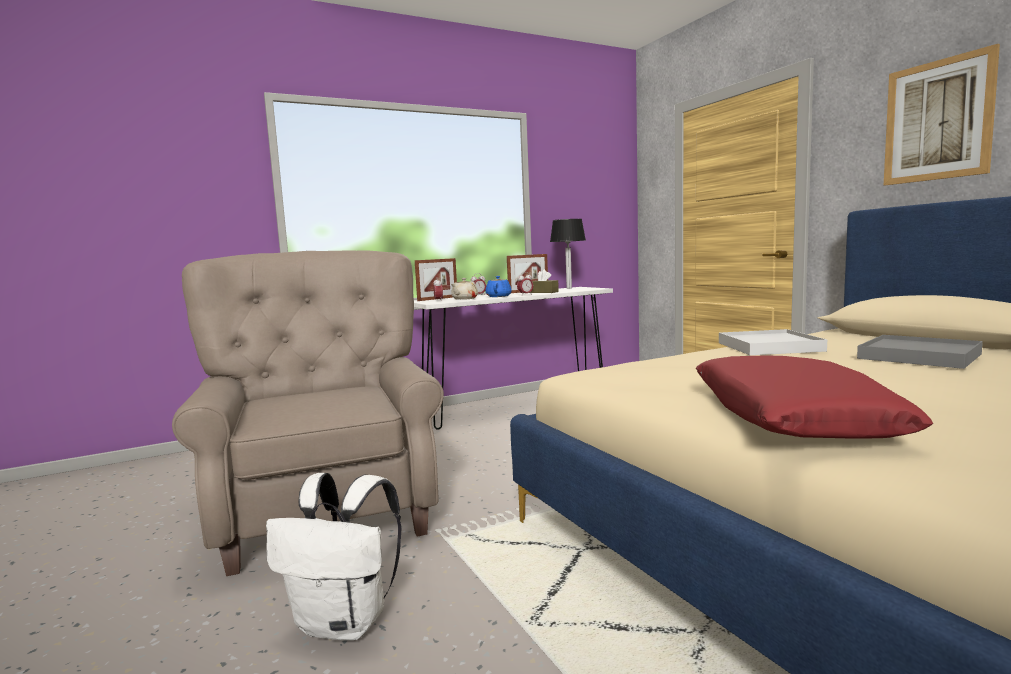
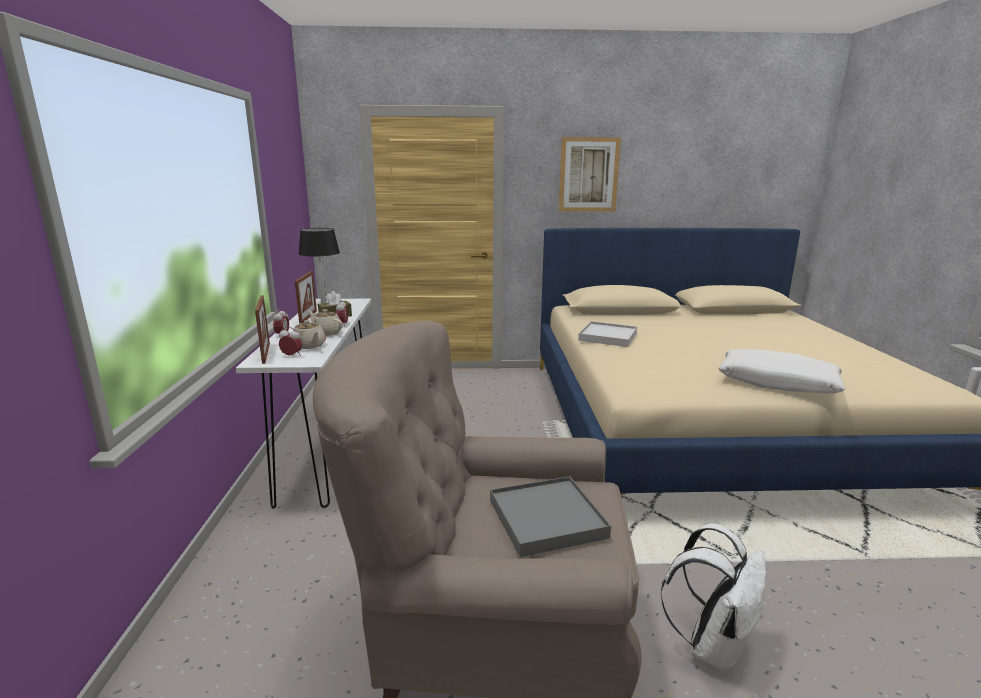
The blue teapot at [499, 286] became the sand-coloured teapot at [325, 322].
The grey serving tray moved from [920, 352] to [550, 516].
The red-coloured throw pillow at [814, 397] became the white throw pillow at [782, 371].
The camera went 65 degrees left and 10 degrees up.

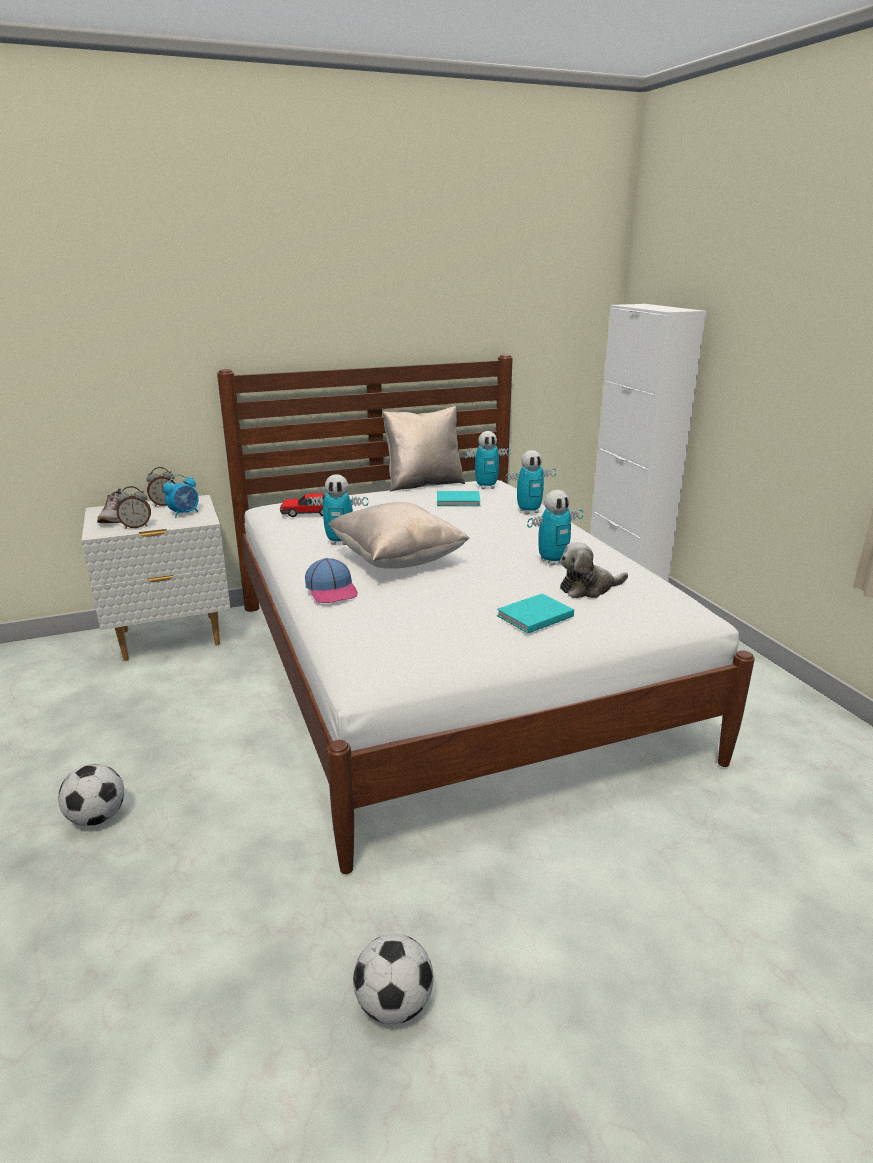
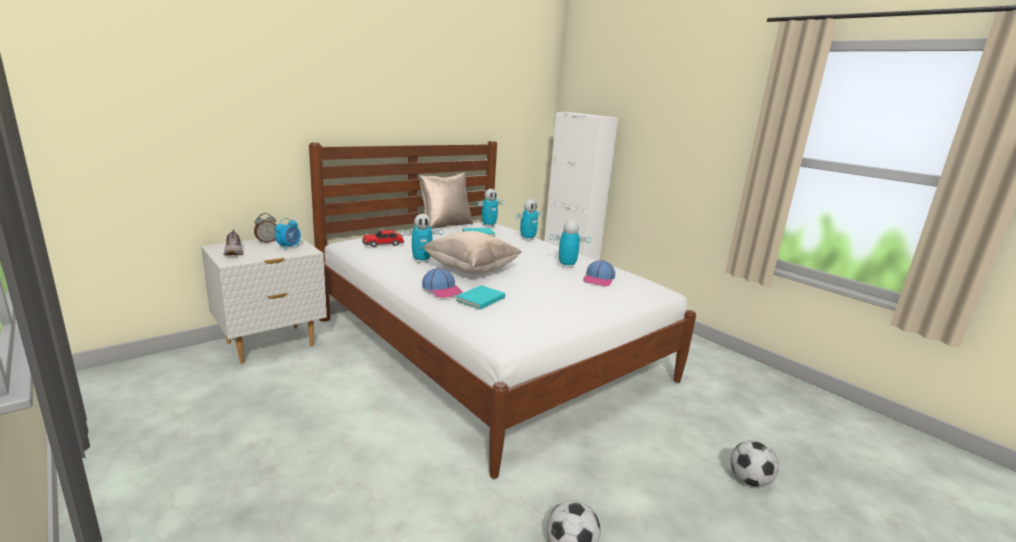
The bedside clock at [133, 507] disappeared.
The toy robot at [555, 528] turned 135 degrees counterclockwise.
The plush toy at [594, 570] was replaced by the peaked cap at [599, 273].
The turquoise bound book moved from [535, 613] to [480, 297].
The ball for football moved from [91, 795] to [755, 463].
The camera went 20 degrees left and 5 degrees down.

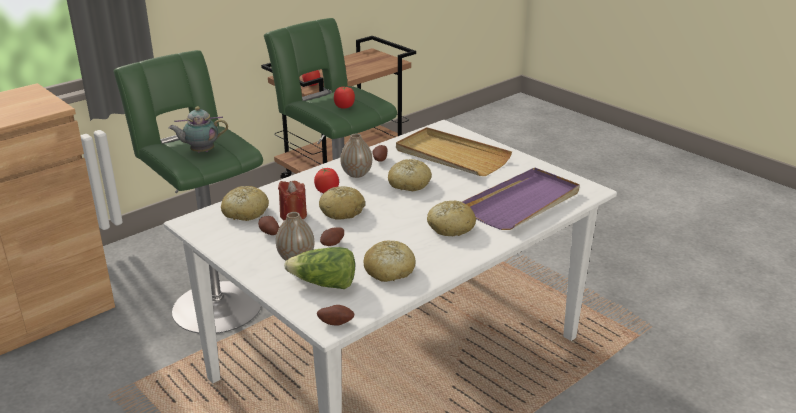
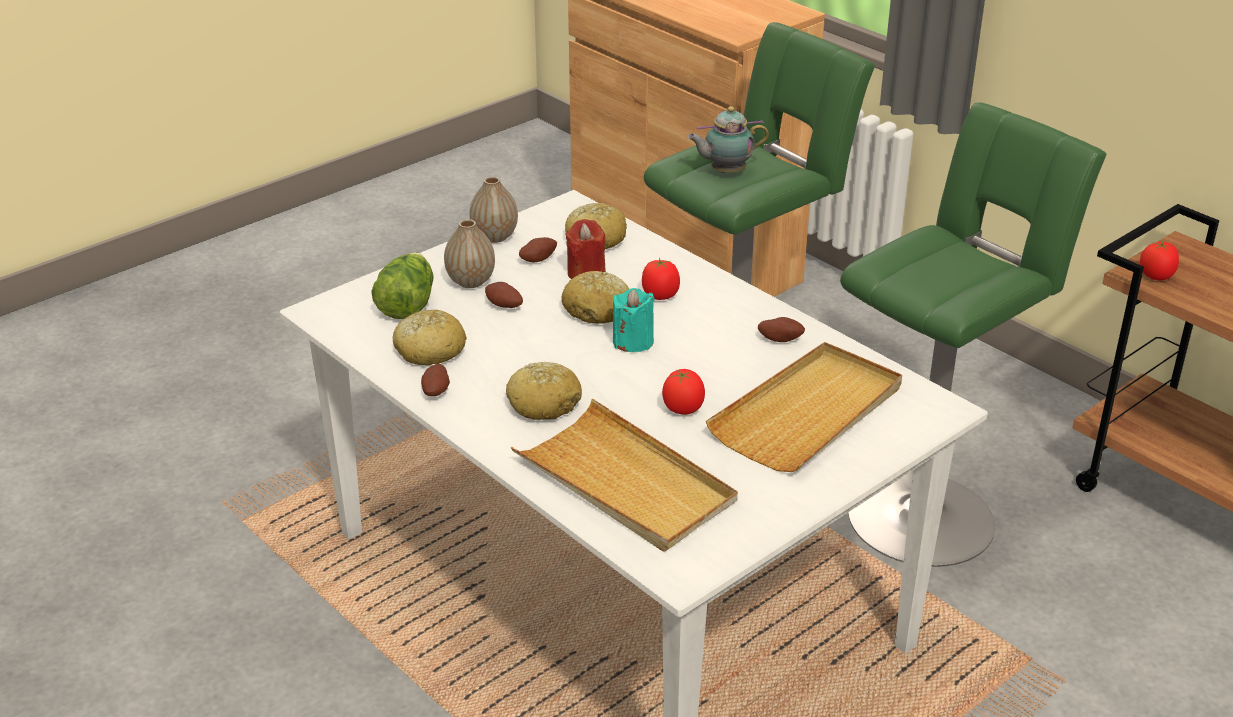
The fresh tomato moved from [344, 98] to [683, 392].
The teapot at [198, 130] turned 90 degrees counterclockwise.
The decorative vase moved from [356, 156] to [493, 209].
The bakery bread at [410, 175] disappeared.
The purple-coloured serving tray at [521, 199] became the sand-coloured serving tray at [624, 475].
The spud moved from [335, 315] to [435, 380].
The turquoise candle at [634, 320] appeared.
The camera went 90 degrees right and 5 degrees up.

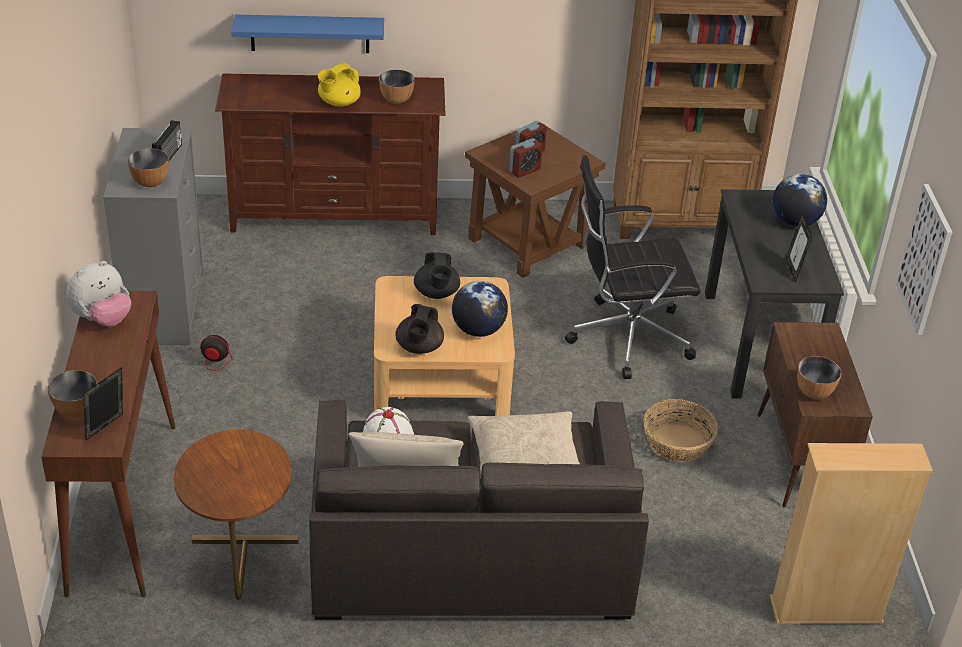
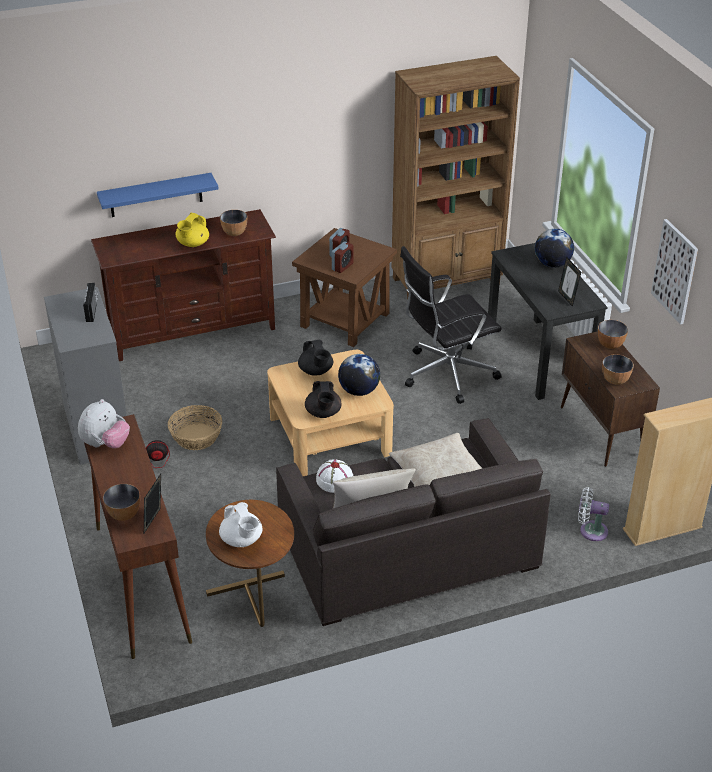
The bowl moved from [148, 167] to [613, 334].
The basket moved from [680, 430] to [195, 427].
The white electric fan at [593, 514] appeared.
The white teapot at [241, 524] appeared.
The camera went 15 degrees left and 0 degrees up.

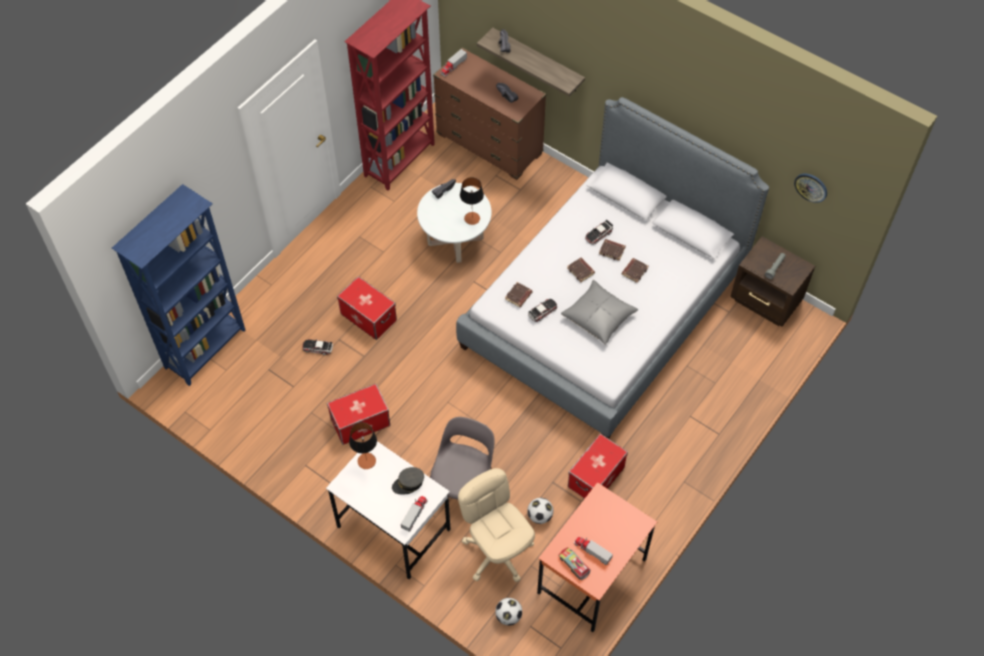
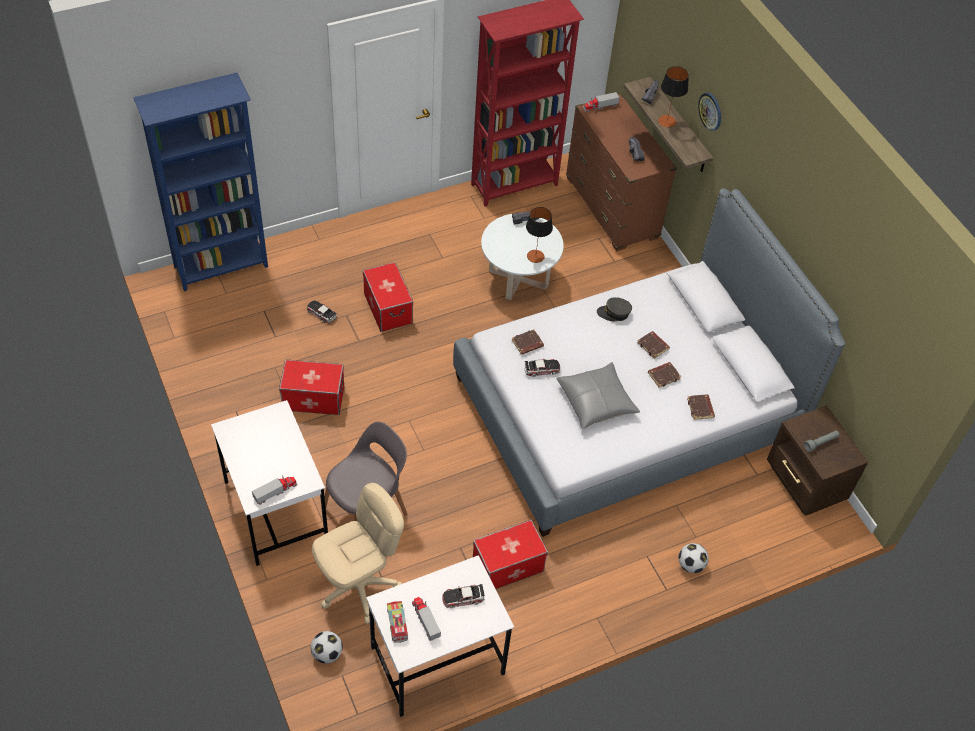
The wall clock moved from [810, 188] to [709, 112].
The miniature car moved from [599, 232] to [463, 596].
The brownish bound book moved from [581, 270] to [701, 407].
The lamp for a table moved from [363, 445] to [673, 96].
The grey peaked cap moved from [408, 480] to [614, 309].
The sand-coloured desk chair at [496, 525] turned 60 degrees clockwise.
The orange-coloured desk at [597, 557] became the white desk at [440, 636].
The ball for football moved from [540, 511] to [693, 558].
The camera went 25 degrees right and 5 degrees down.

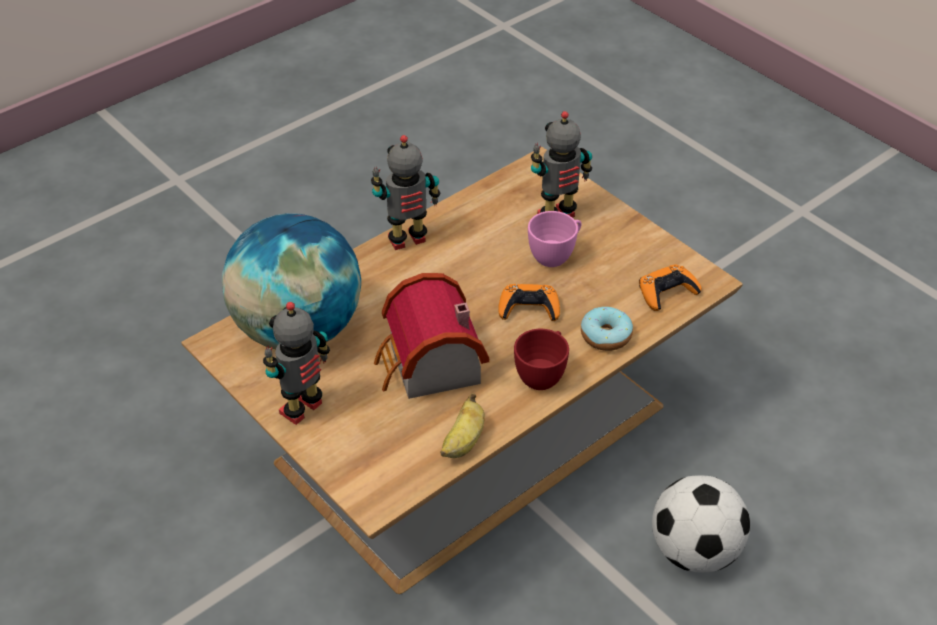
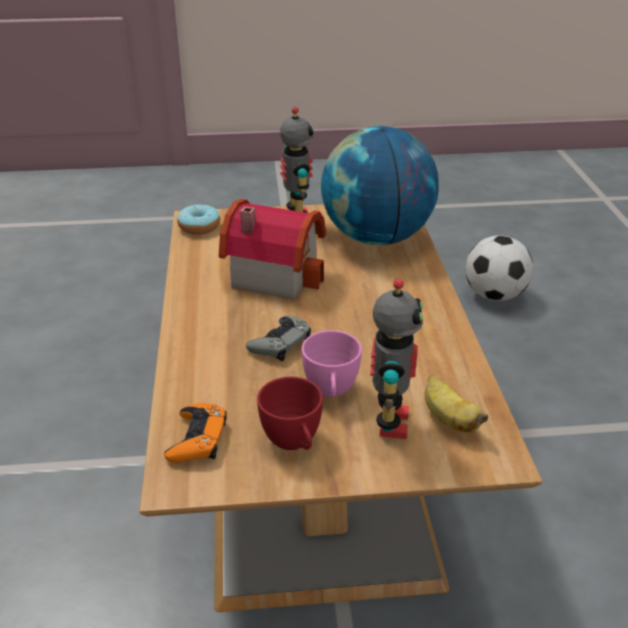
The toy robot at [405, 192] disappeared.
The orange-coloured gamepad at [529, 302] became the grey gamepad at [278, 338].
The doughnut moved from [607, 329] to [198, 220].
The red-coloured cup moved from [541, 359] to [290, 413].
The whole banana moved from [462, 425] to [456, 403].
The ball for football moved from [701, 523] to [499, 268].
The camera went 125 degrees right and 10 degrees down.

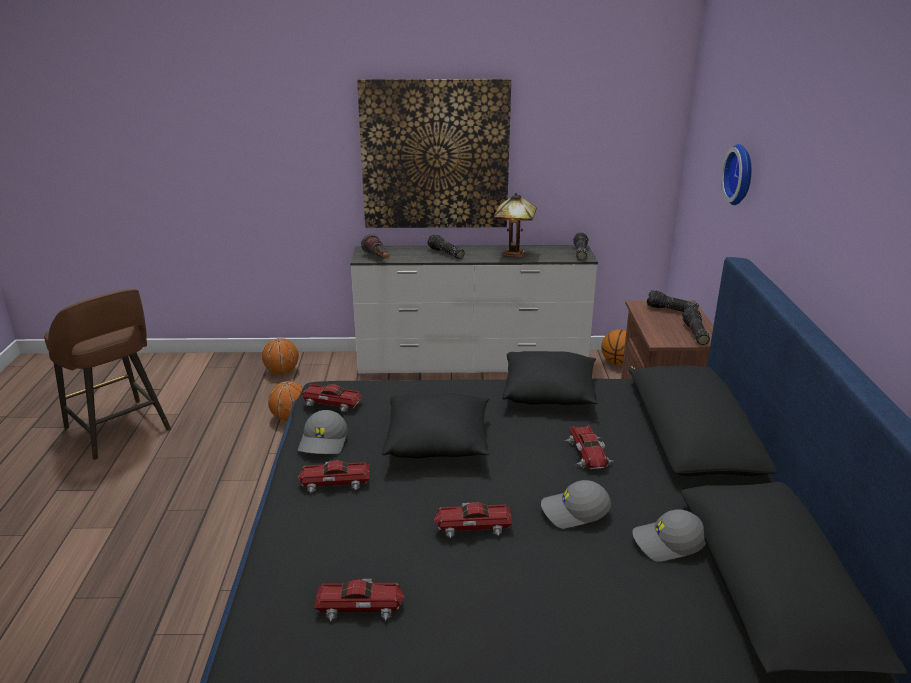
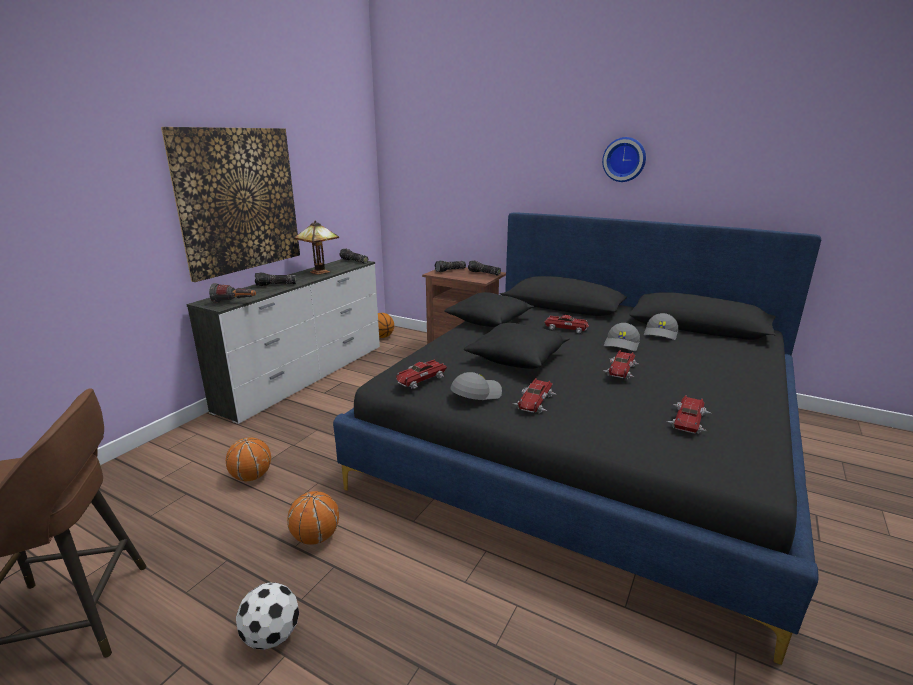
The wall clock moved from [736, 174] to [624, 159].
The ball for basketball moved from [280, 356] to [313, 518].
The grey peaked cap at [323, 432] turned 75 degrees counterclockwise.
The ball for football at [267, 616] appeared.
The camera went 60 degrees left and 5 degrees down.

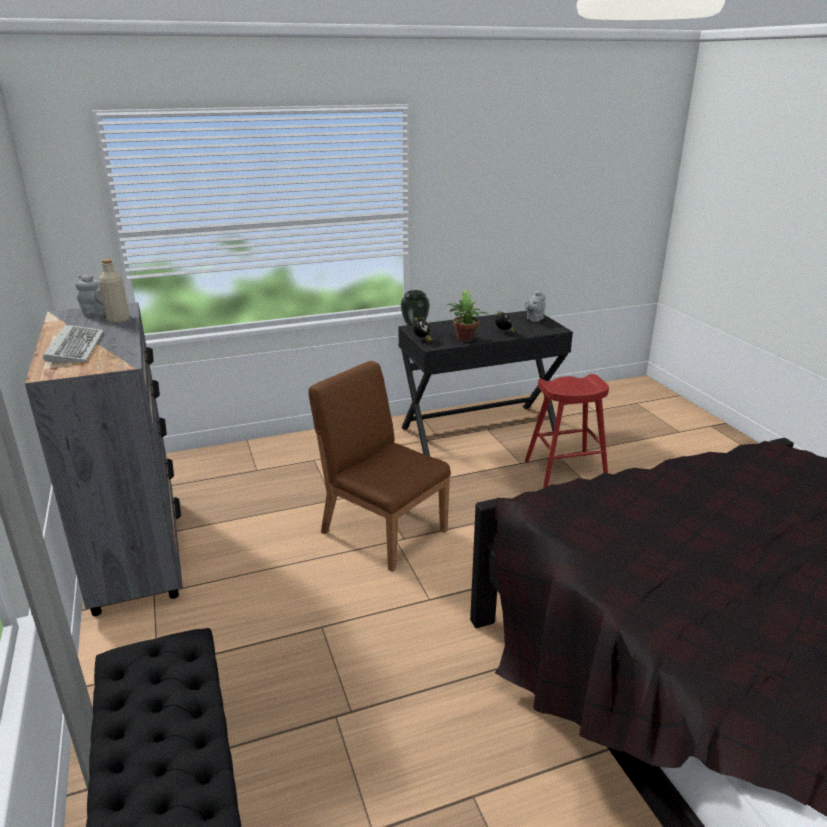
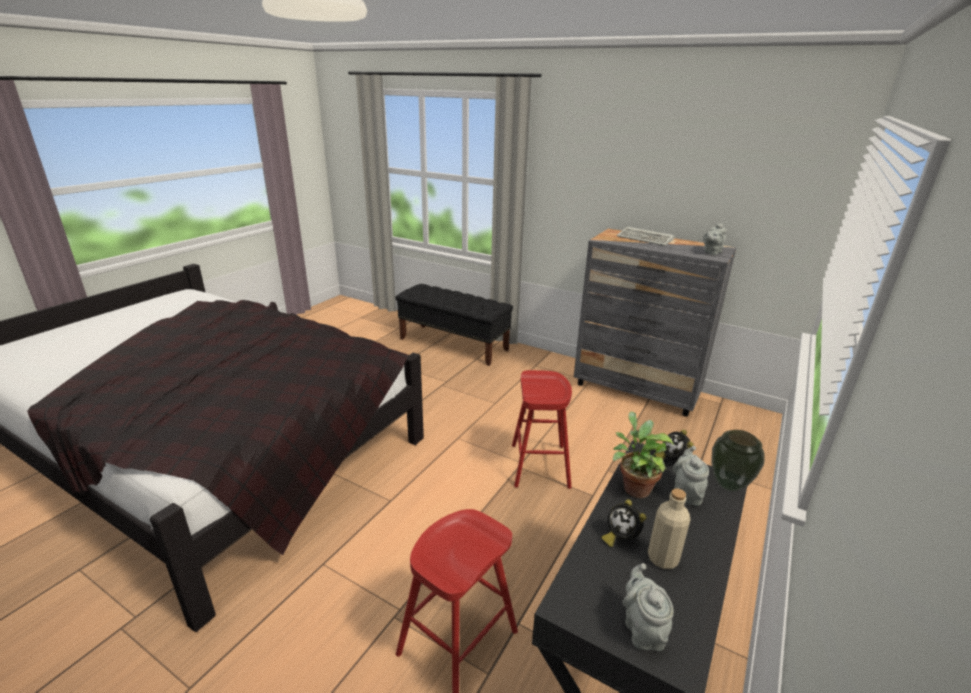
The sand-coloured bottle moved from [114, 291] to [669, 528].
The brownish plain chair at [379, 466] was replaced by the red-coloured sitting stool at [542, 429].
The grey teapot at [691, 476] appeared.
The camera went 140 degrees right and 0 degrees up.

